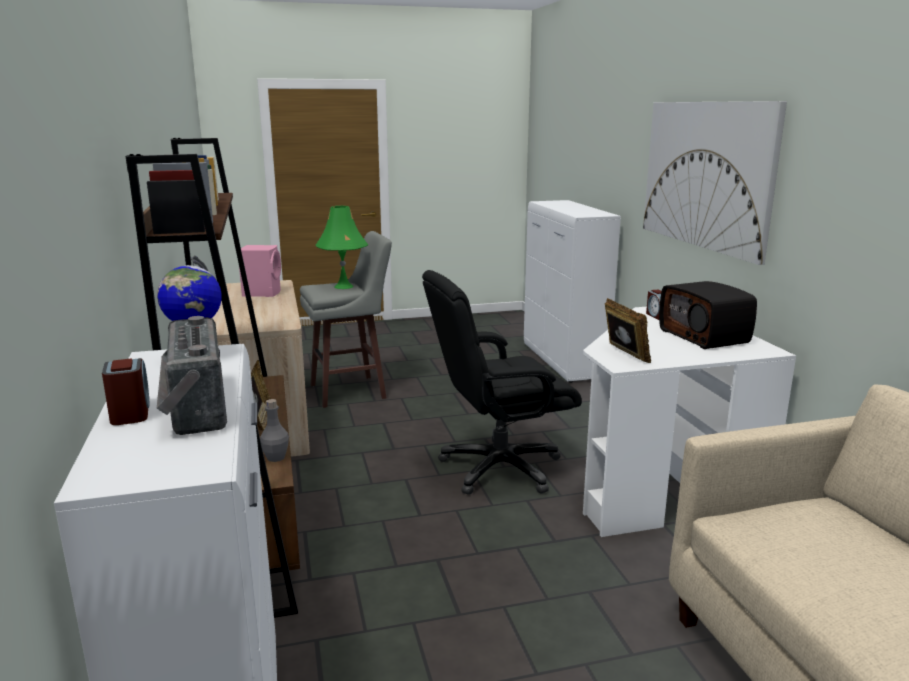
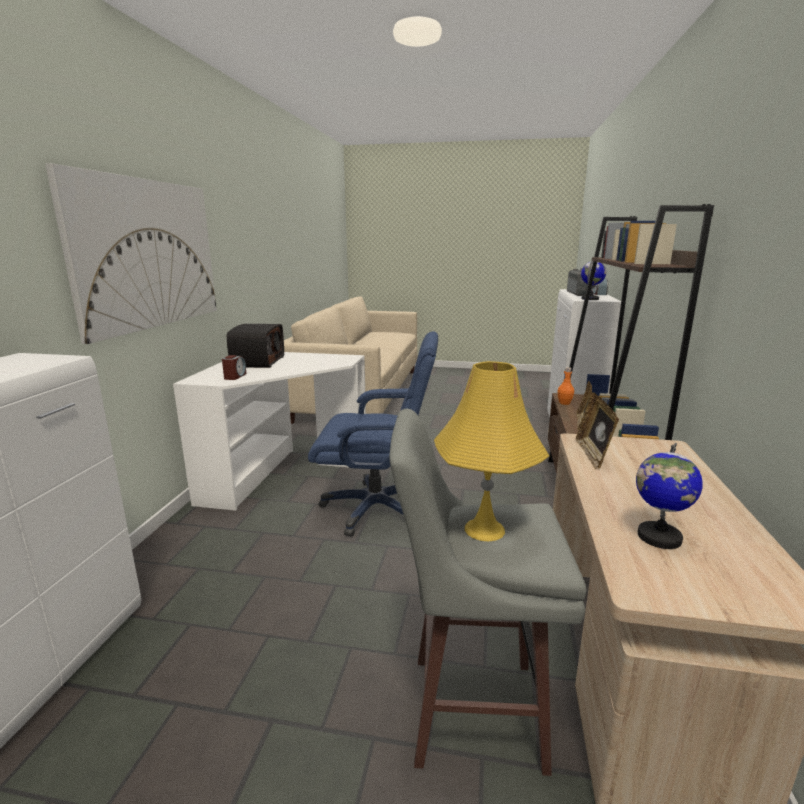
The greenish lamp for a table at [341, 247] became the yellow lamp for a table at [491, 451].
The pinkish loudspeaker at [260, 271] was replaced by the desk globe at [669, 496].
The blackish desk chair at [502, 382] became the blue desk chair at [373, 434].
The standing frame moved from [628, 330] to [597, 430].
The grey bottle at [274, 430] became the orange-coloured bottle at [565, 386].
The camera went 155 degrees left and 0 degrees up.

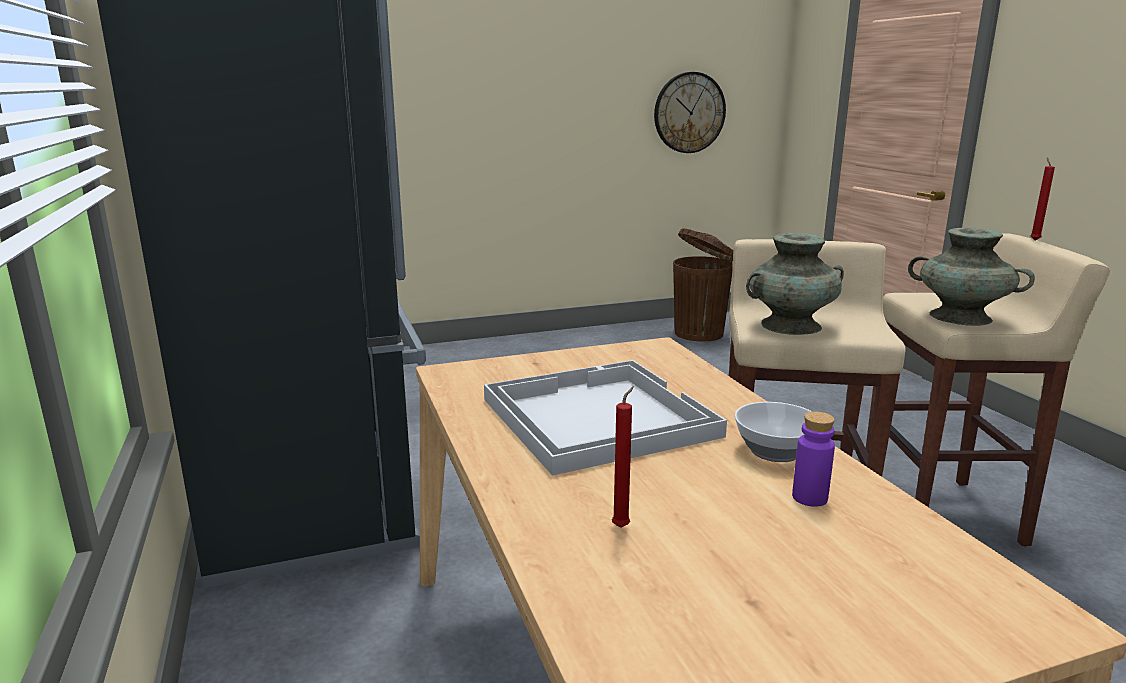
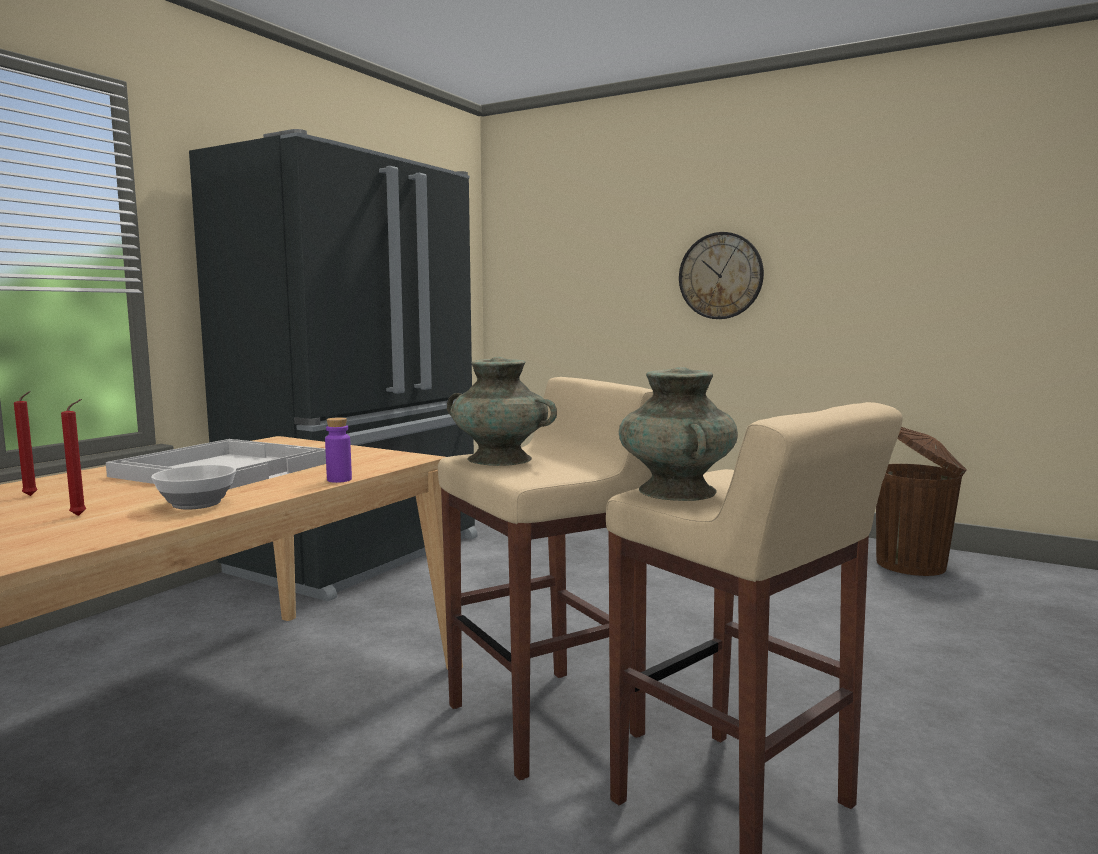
The wall clock moved from [690, 112] to [721, 275].
The red-coloured candle moved from [1042, 199] to [73, 457].
The purple-coloured bottle moved from [813, 459] to [338, 450].
The camera went 50 degrees right and 10 degrees down.

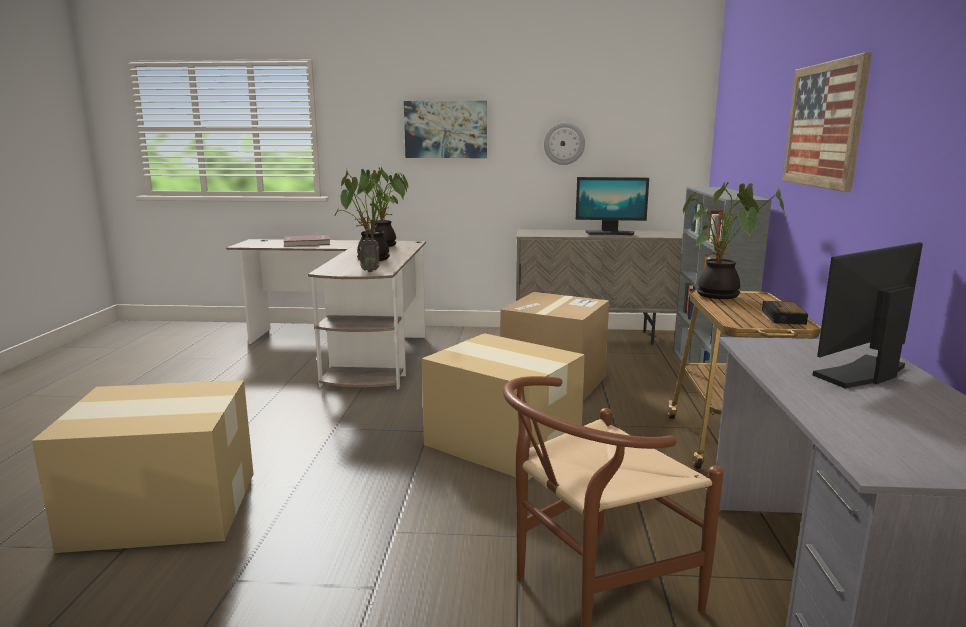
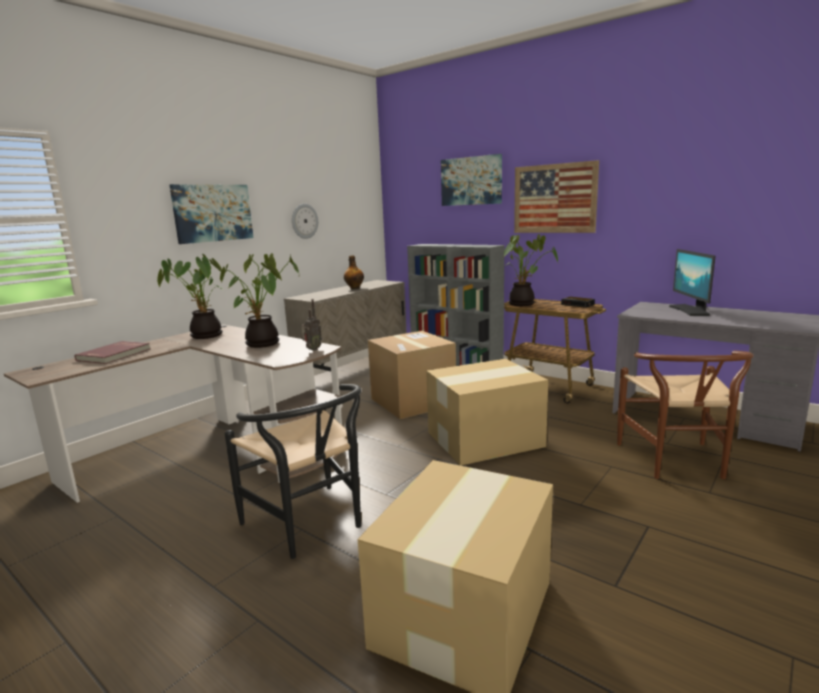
The computer display at [612, 206] was replaced by the bottle at [354, 272].
The wall picture at [471, 180] appeared.
The blackish plain chair at [293, 471] appeared.
The camera went 55 degrees left and 0 degrees up.

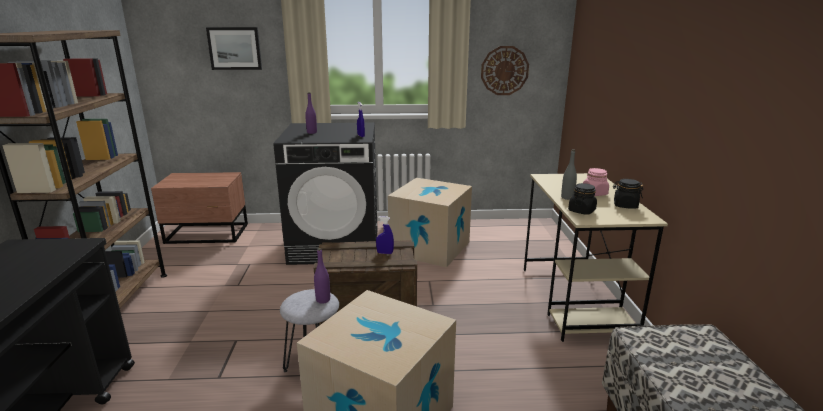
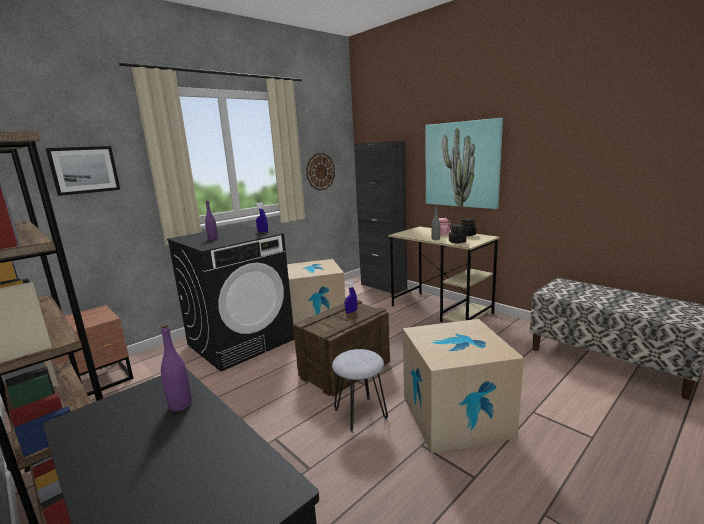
The purple-coloured bottle moved from [322, 276] to [176, 367].
The wall picture at [464, 163] appeared.
The blackish storage cabinet at [380, 217] appeared.
The camera went 40 degrees left and 5 degrees down.

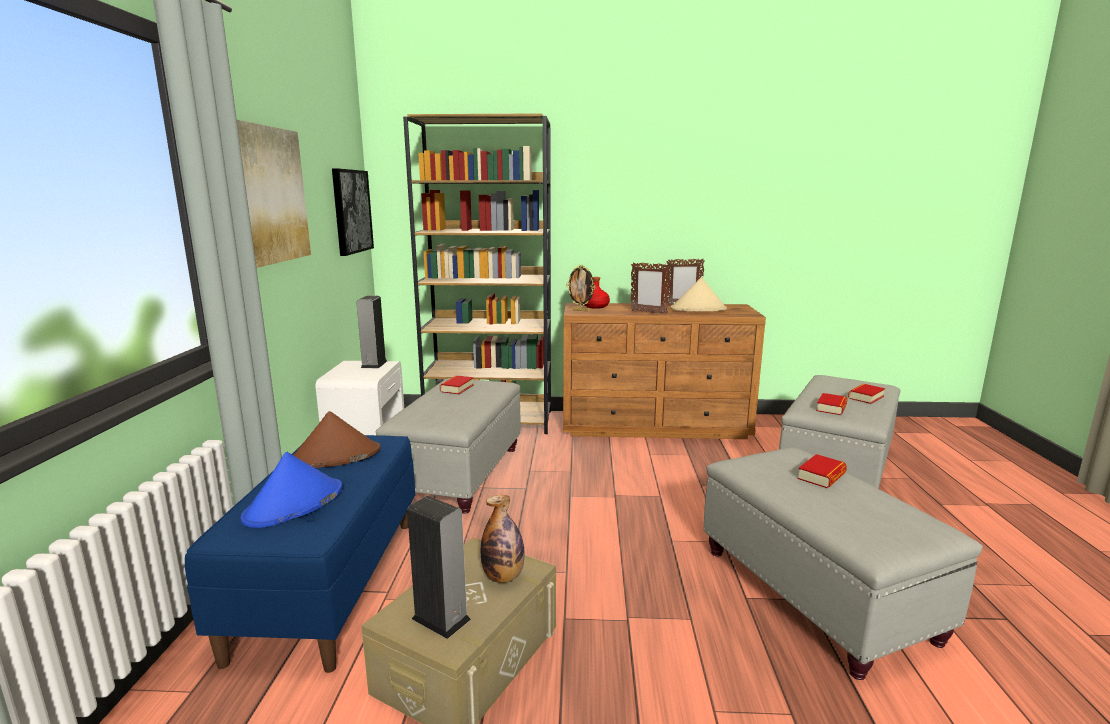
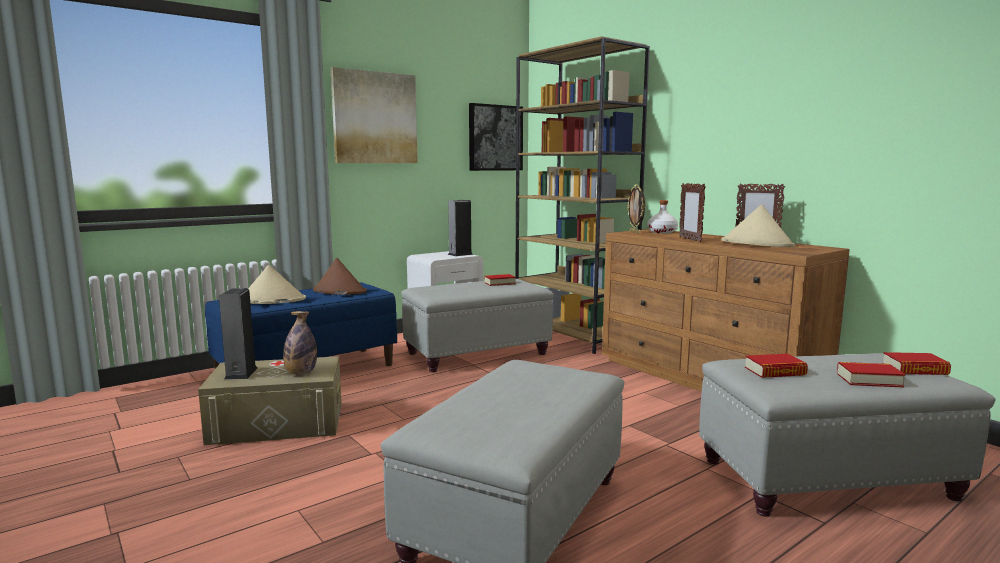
The red-coloured bottle at [597, 293] became the white bottle at [662, 217].
The blue hat at [291, 490] became the sand-coloured hat at [277, 284].
The bound book moved from [822, 471] to [916, 363].
The camera went 50 degrees right and 5 degrees down.

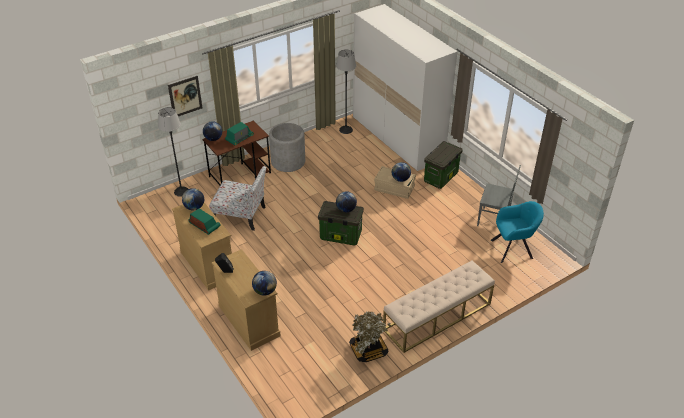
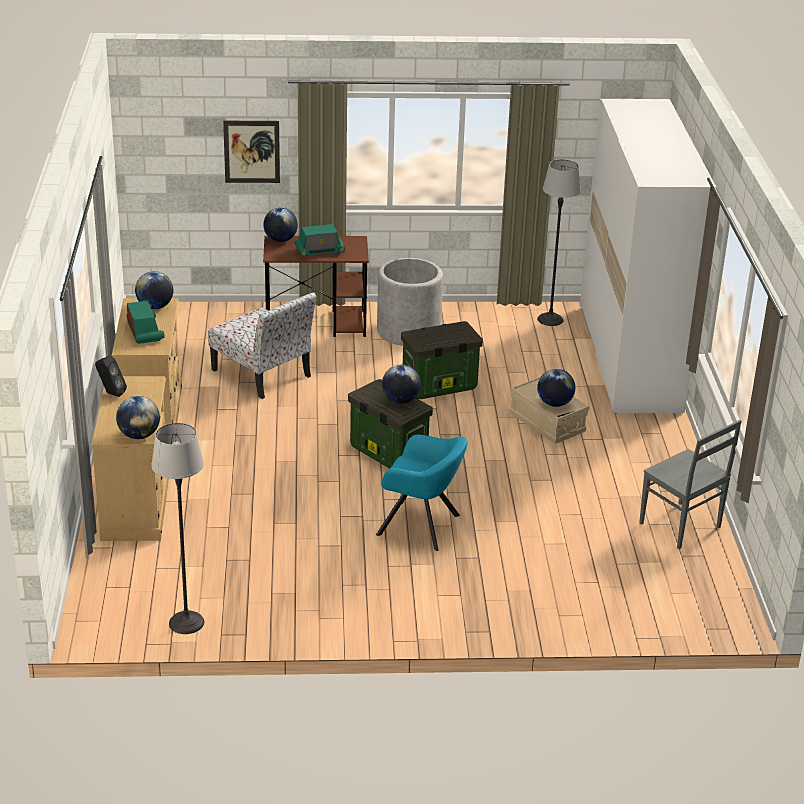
The standard lamp moved from [173, 152] to [177, 528].
The storage box moved from [443, 165] to [442, 360].
The turquoise easy chair moved from [517, 232] to [422, 493].
The sand-coloured long seat at [439, 306] disappeared.
The houseplant at [370, 336] disappeared.
The camera went 30 degrees right and 10 degrees down.

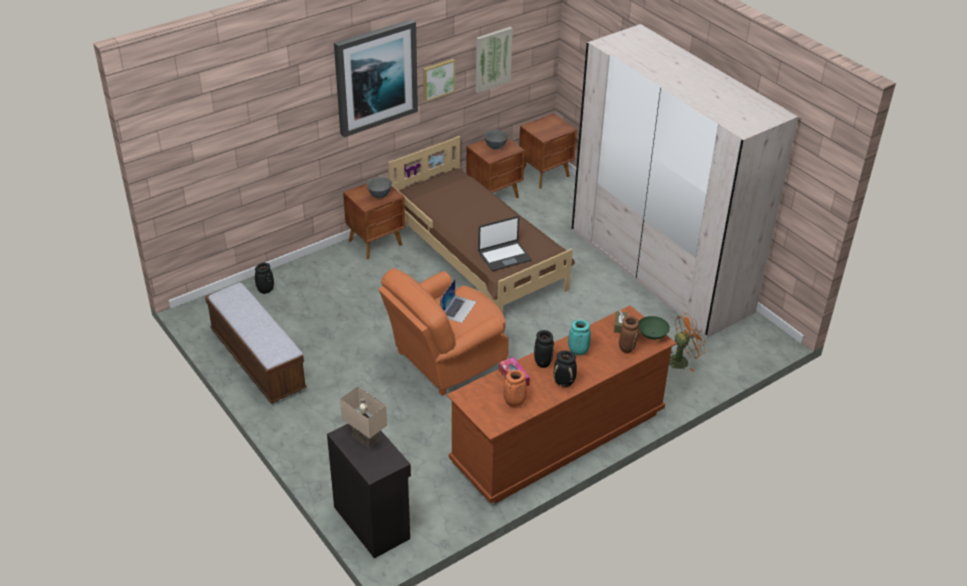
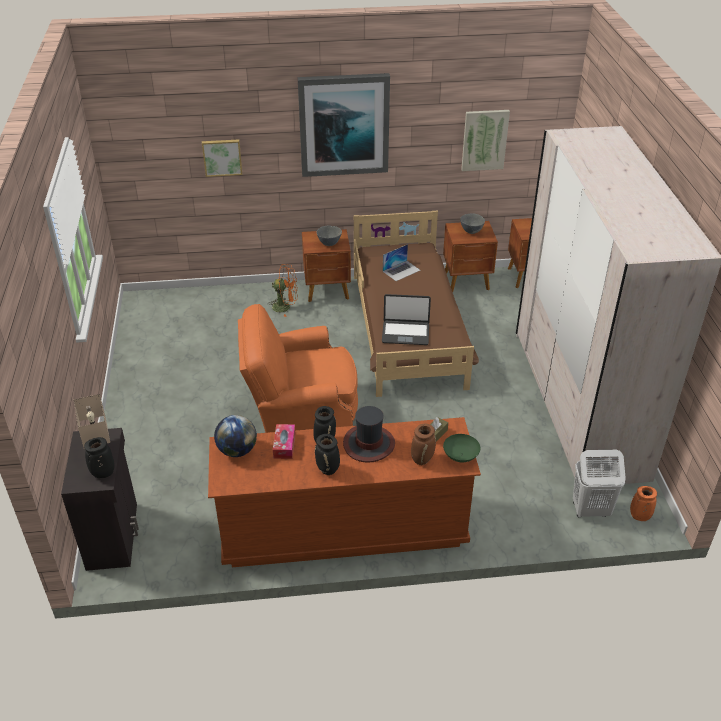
The wall picture moved from [439, 80] to [222, 158].
The blackish decorative vase moved from [264, 278] to [99, 457].
The notebook computer moved from [458, 301] to [401, 262].
The long seat at [256, 343] disappeared.
The orange-coloured electric fan moved from [687, 342] to [283, 290].
The turquoise decorative vase at [579, 337] was replaced by the hat at [369, 434].
The orange-coloured decorative vase moved from [515, 388] to [643, 503].
The desk globe at [235, 436] appeared.
The white hamper at [599, 483] appeared.
The camera went 30 degrees right and 0 degrees up.

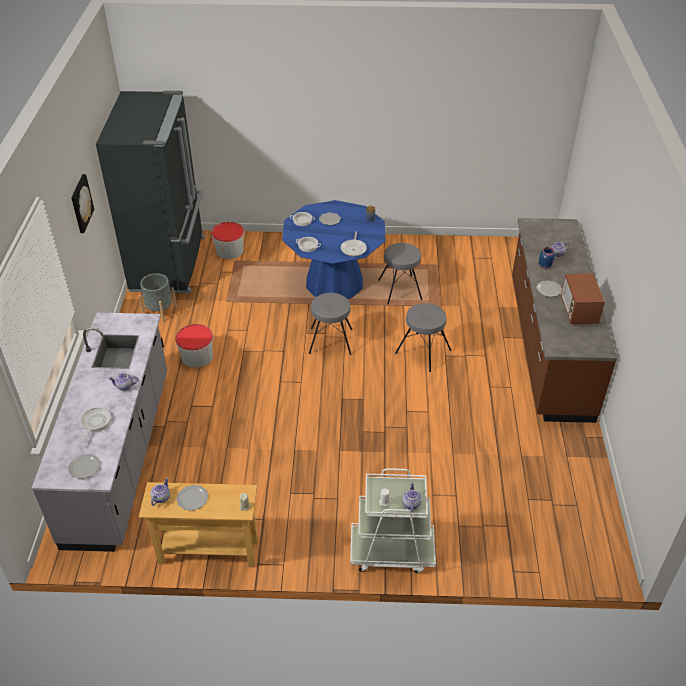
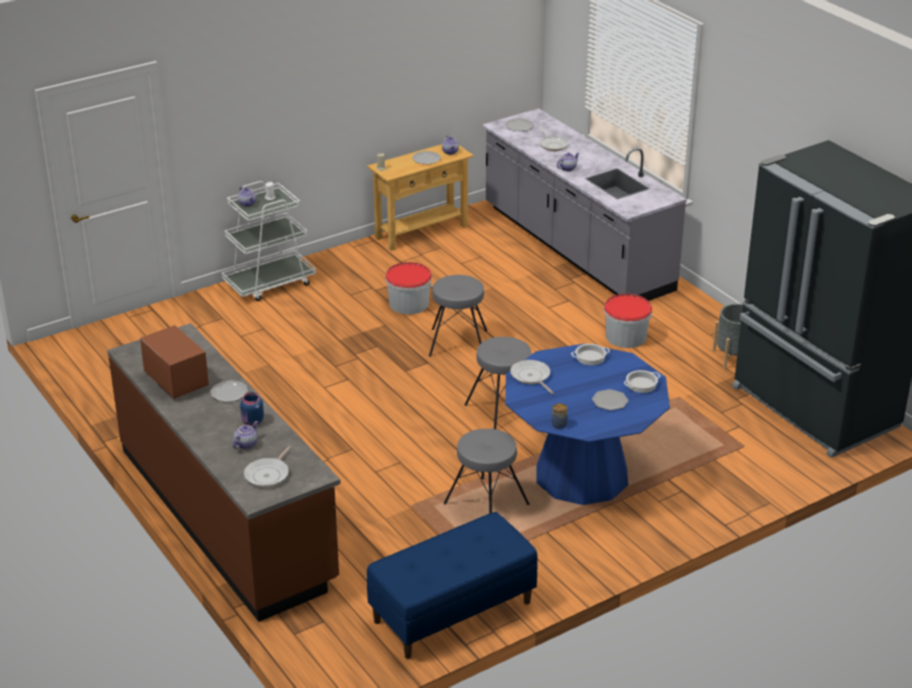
The wall picture at [82, 203] disappeared.
The bucket moved from [228, 240] to [408, 288].
The grey sitting stool moved from [423, 337] to [458, 316].
The pan at [267, 466] appeared.
The blue long seat at [452, 585] appeared.
The camera went 145 degrees right and 10 degrees down.

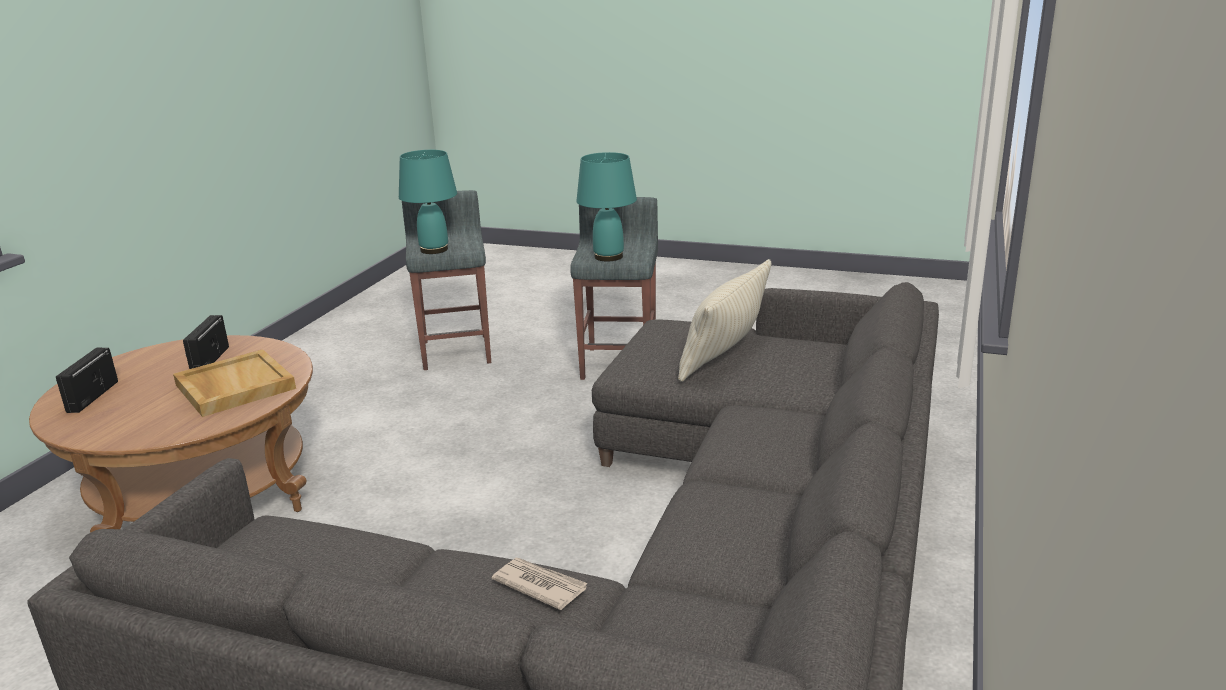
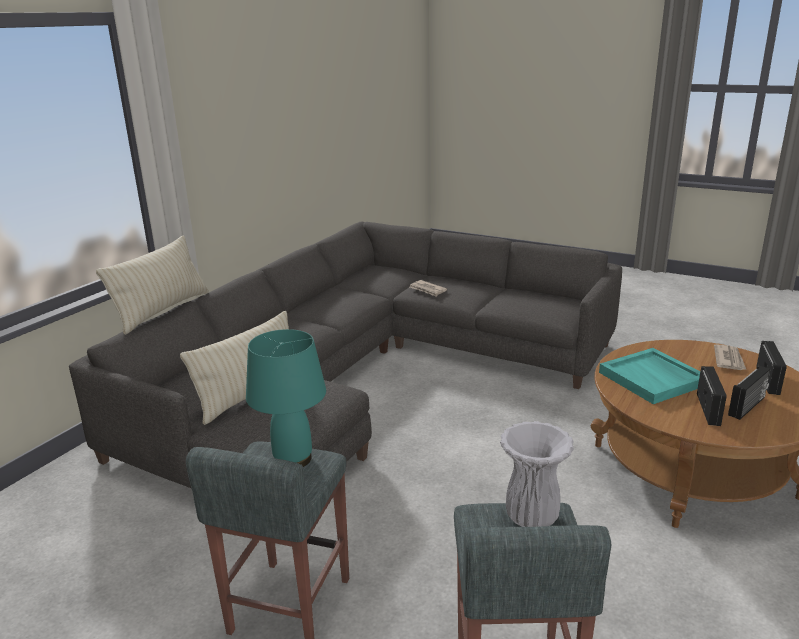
The turquoise lamp for a table at [428, 202] was replaced by the white decorative vase at [537, 474].
The sand-coloured serving tray at [234, 383] became the turquoise serving tray at [649, 376].
The sand-coloured throw pillow at [152, 285] appeared.
The daily paper at [730, 357] appeared.
The radio receiver at [749, 392] appeared.
The camera went 170 degrees left and 0 degrees up.

